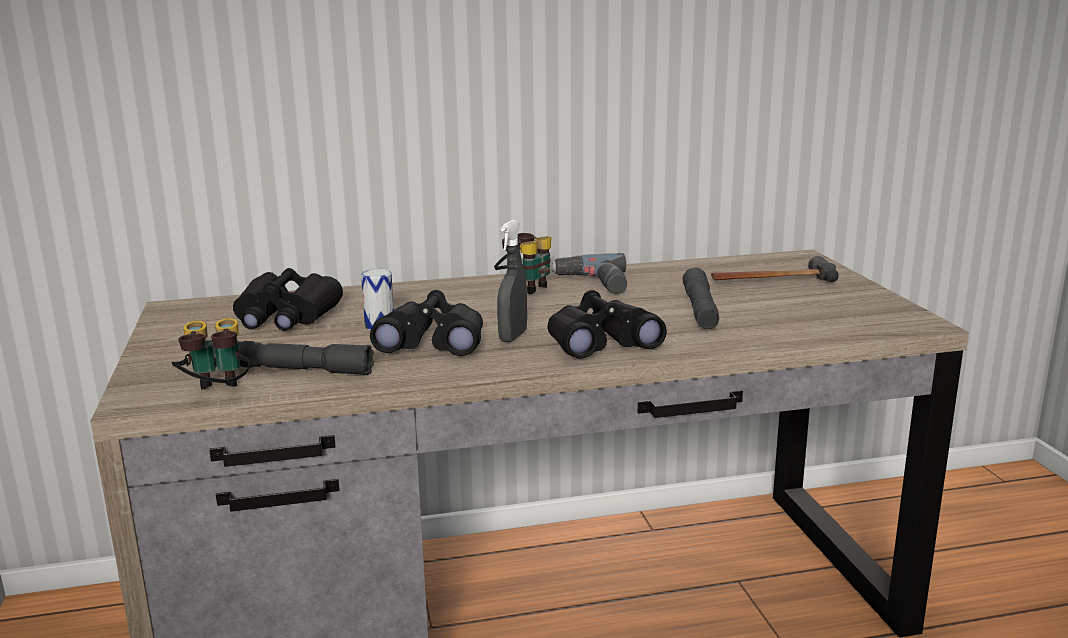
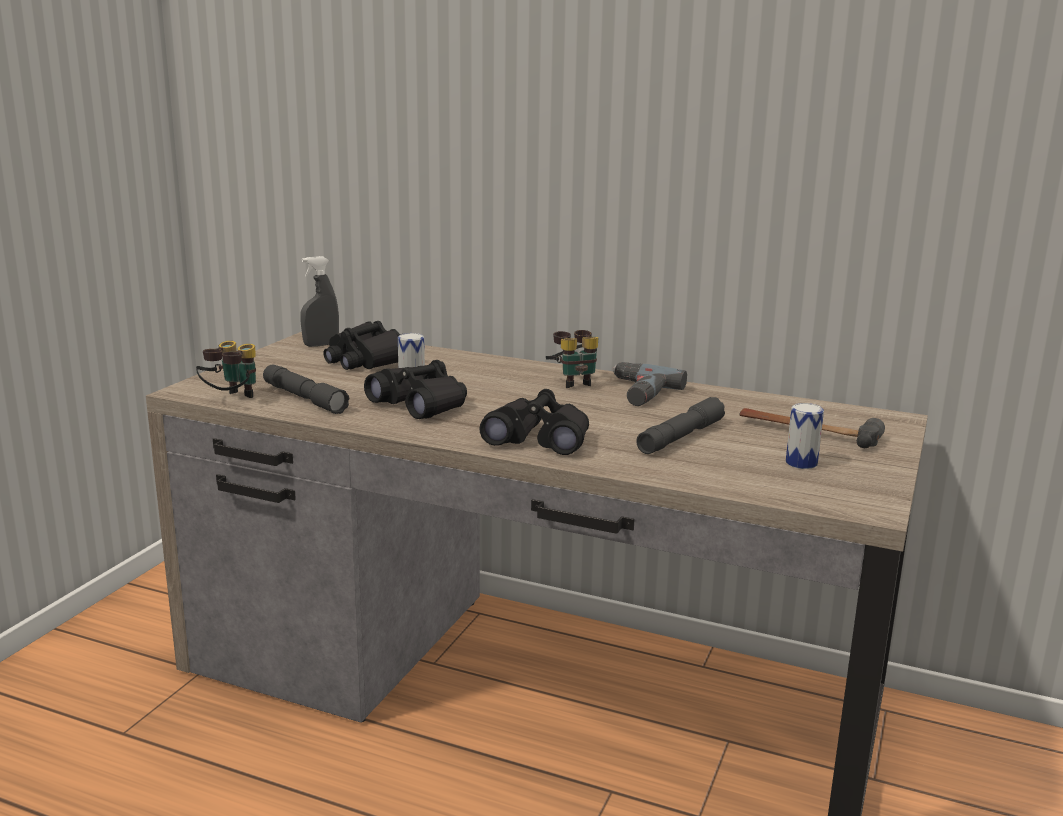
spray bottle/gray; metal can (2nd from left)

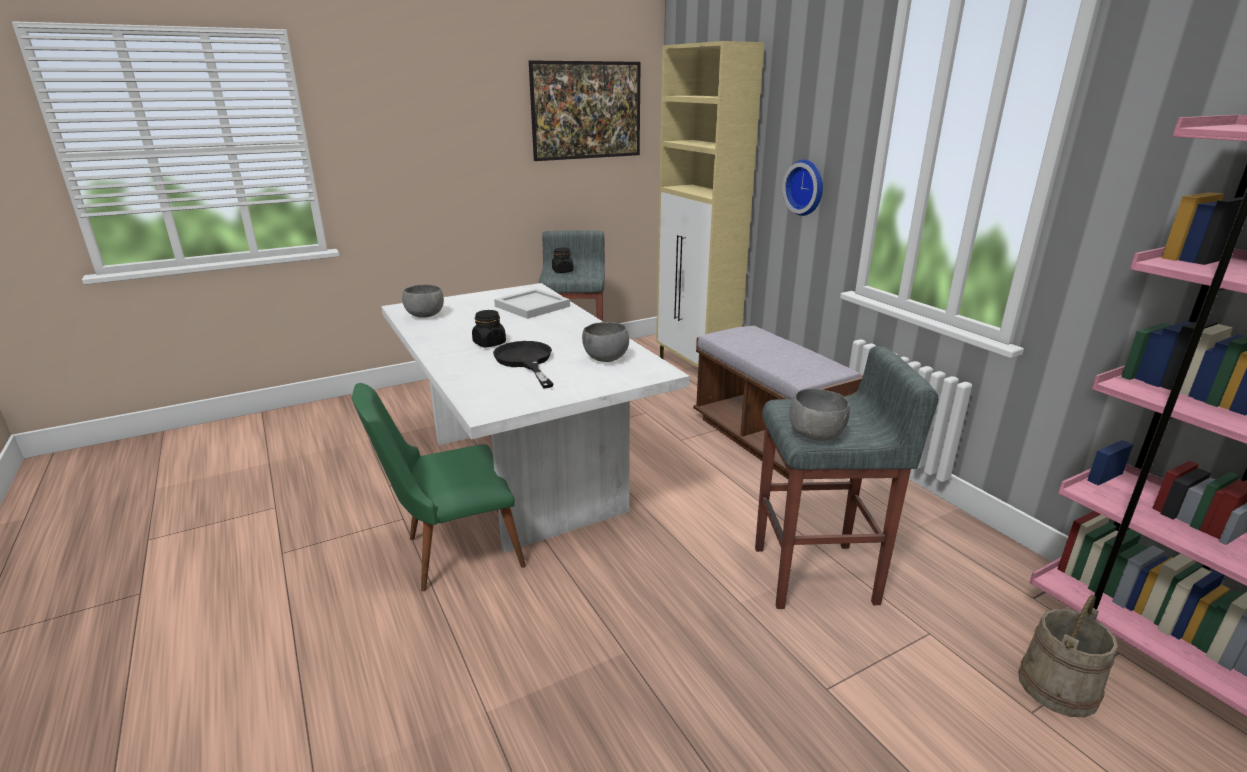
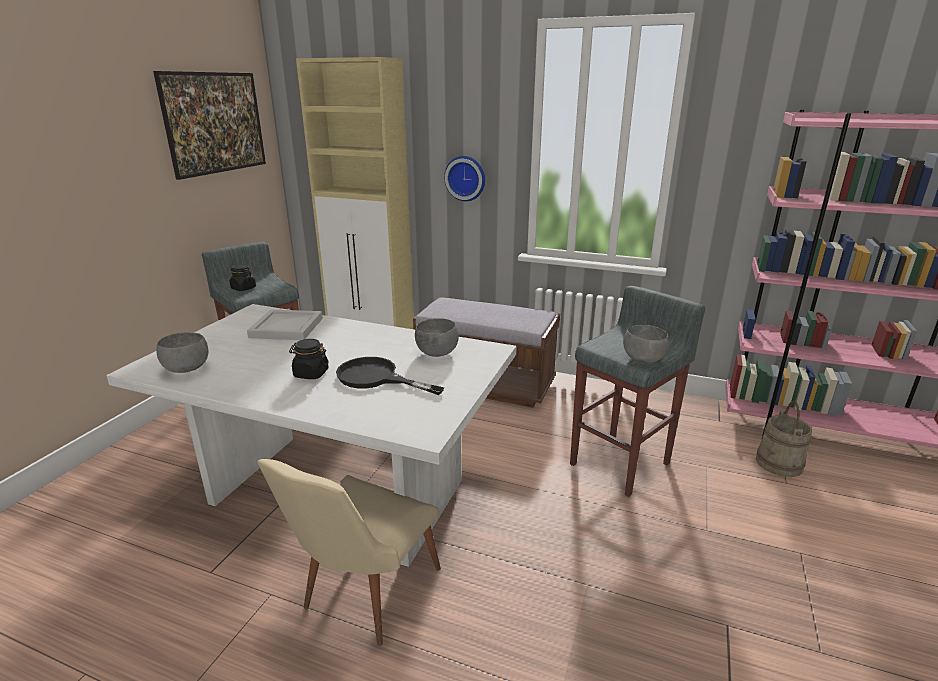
plain chair/beige

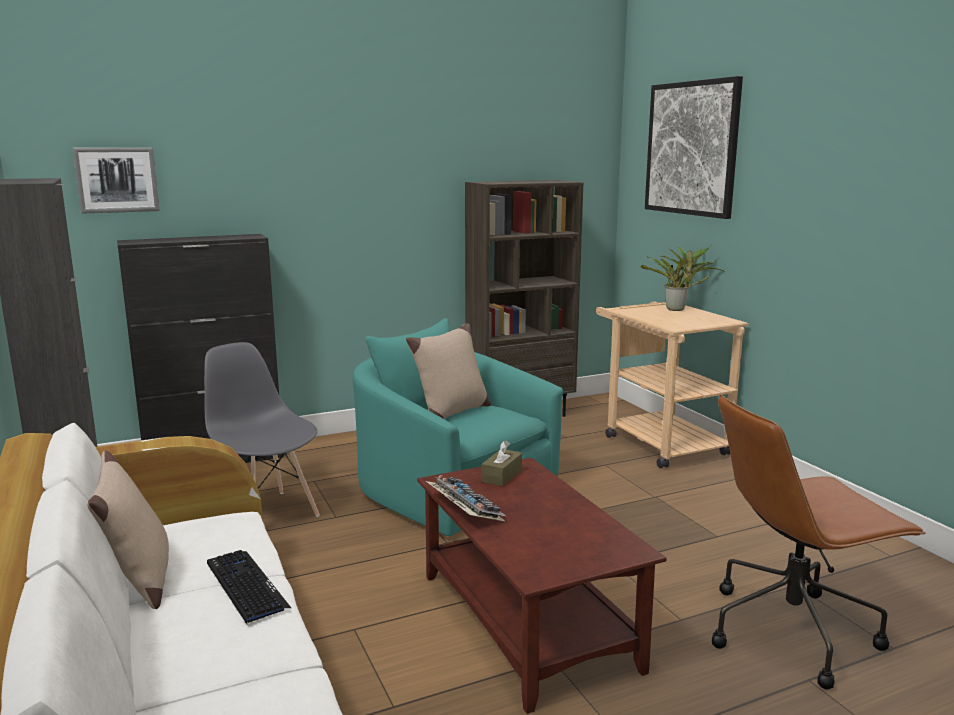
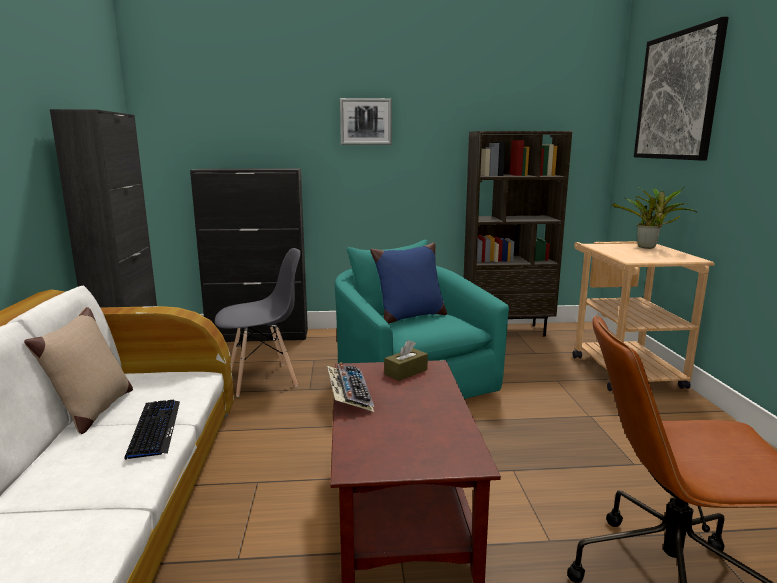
wall picture (1st from left); plain chair/gray; throw pillow/bluish

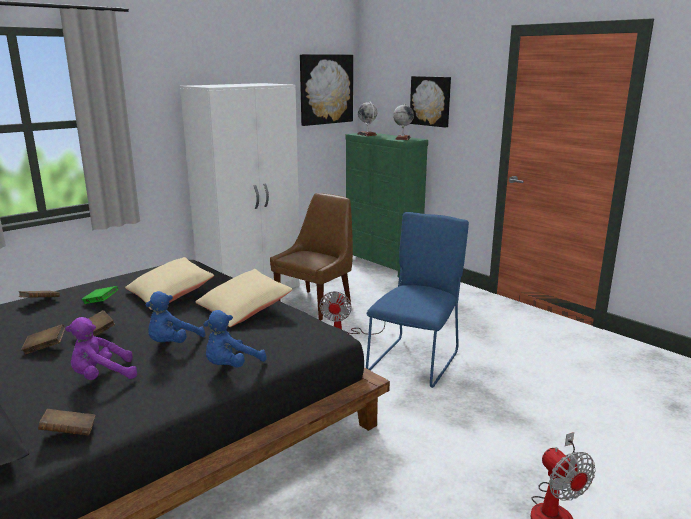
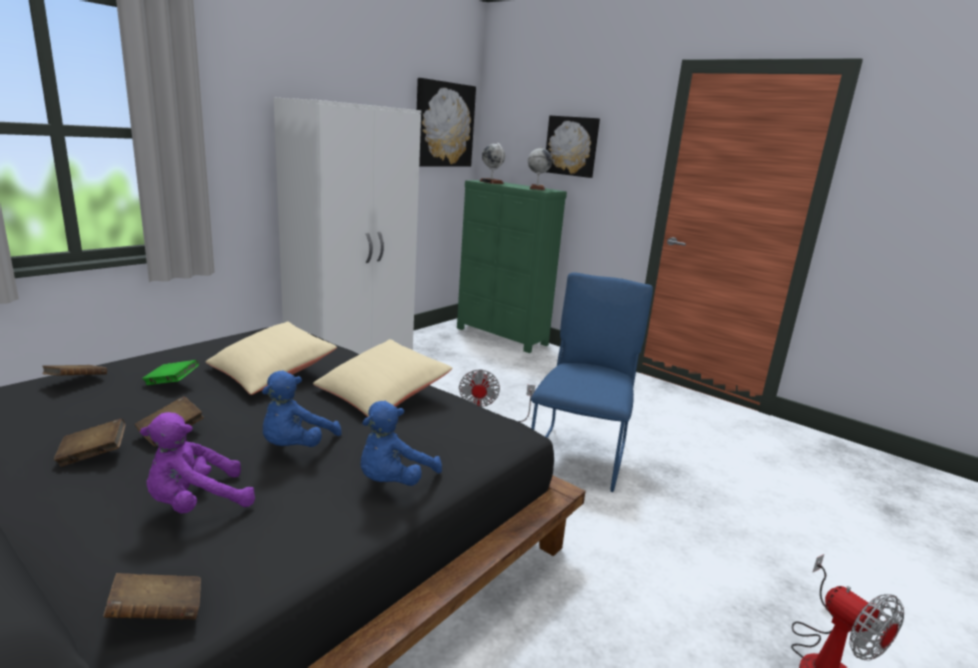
plain chair/brown-coloured

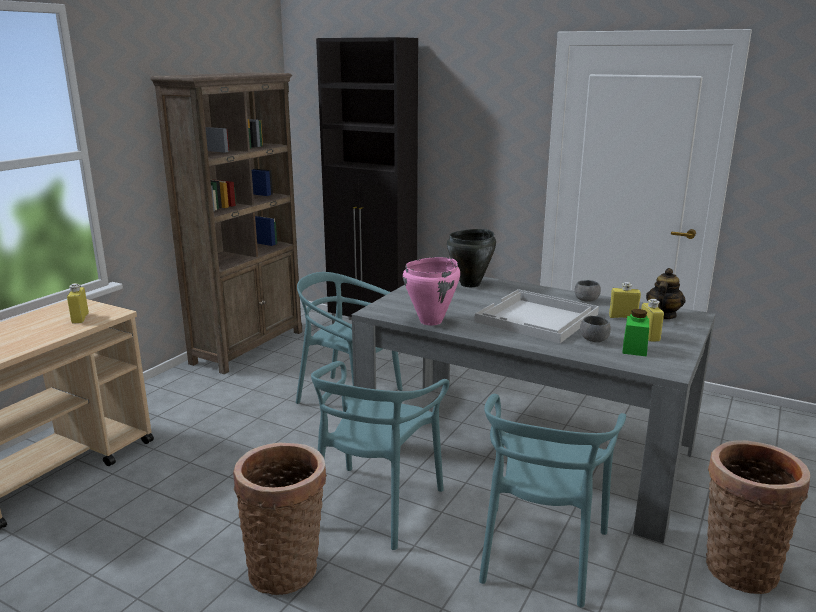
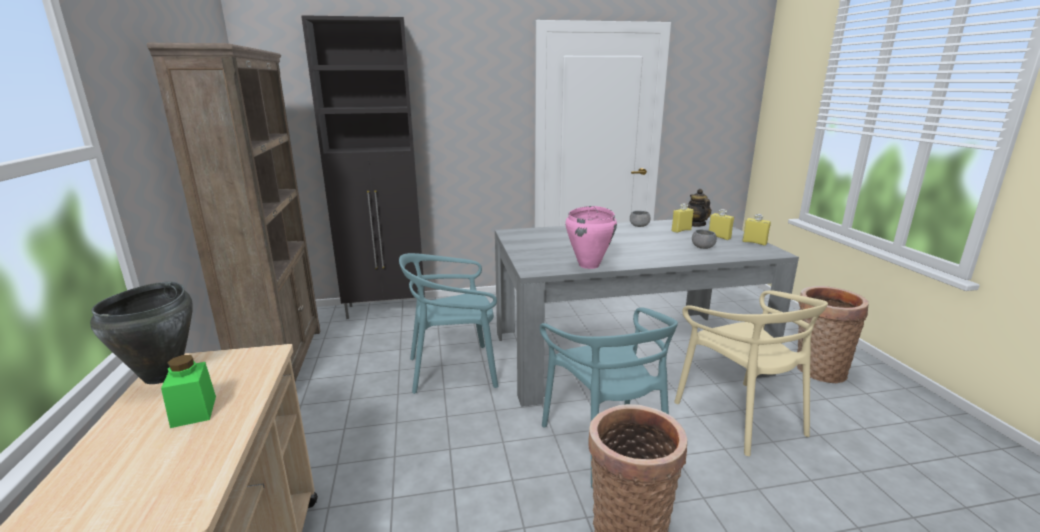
drink bottle/yellow (3rd from left); cooking pot/blackish; tray/white; plain chair/beige; jar/green-coloured

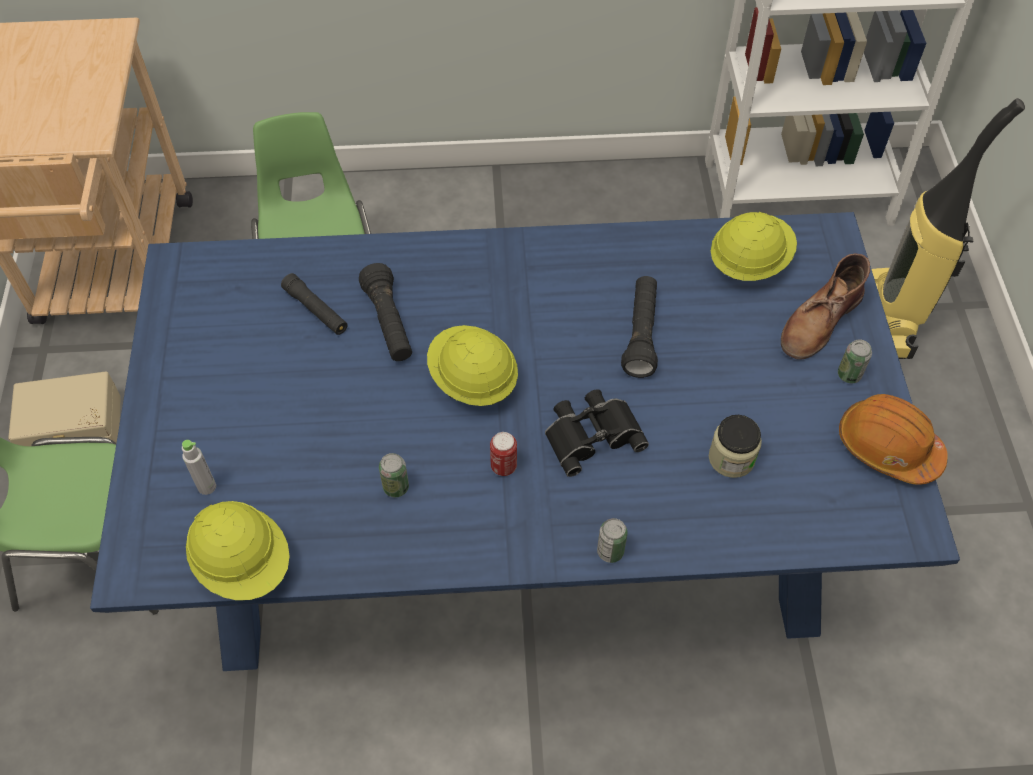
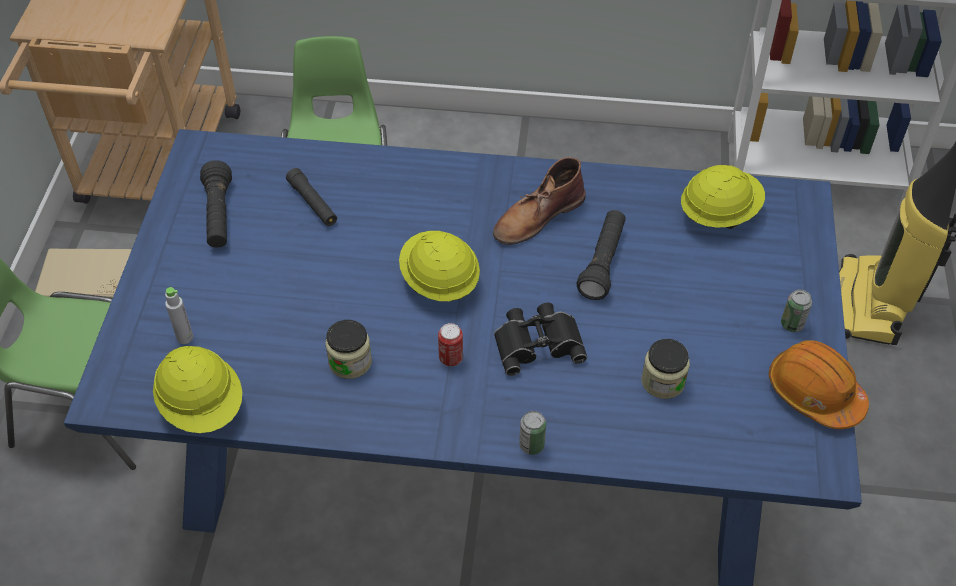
flashlight/blackish (1st from left); jar (1st from left); high-top boot/brown-coloured

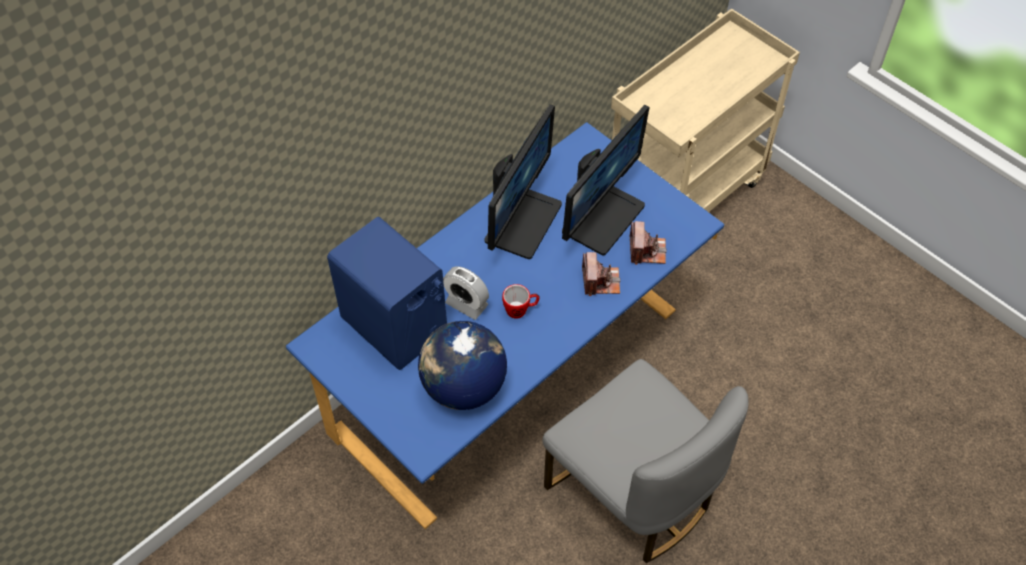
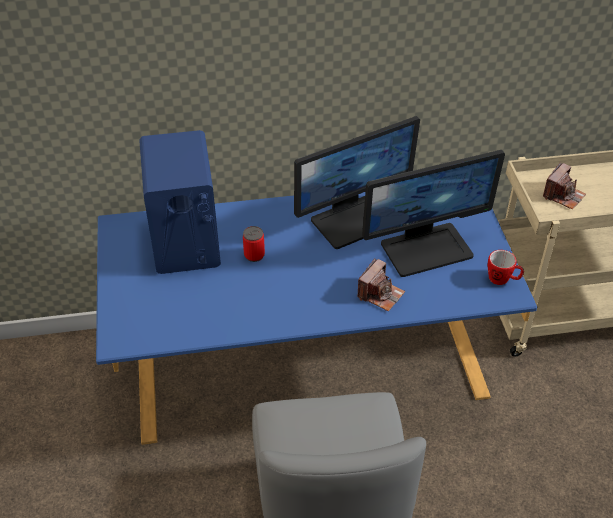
desk globe; metal can; coffee mug; photo camera (2nd from left)

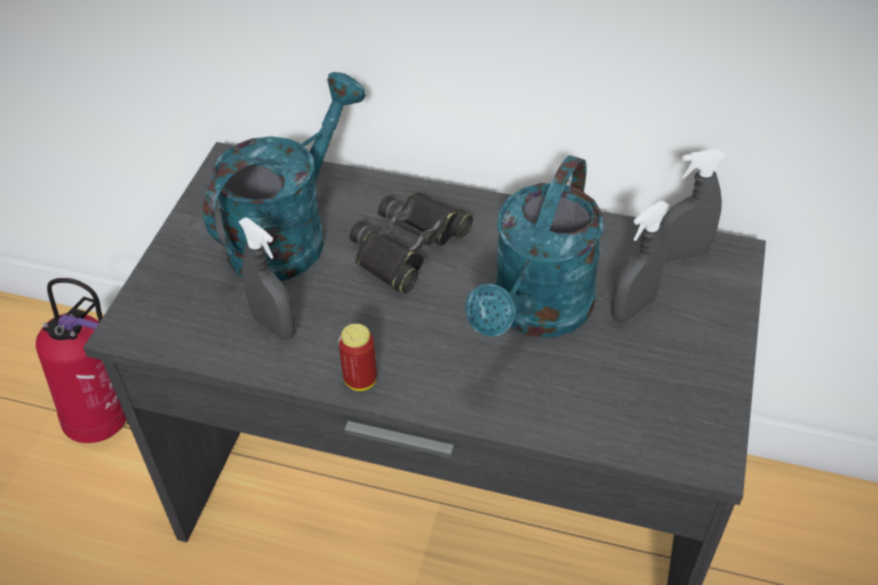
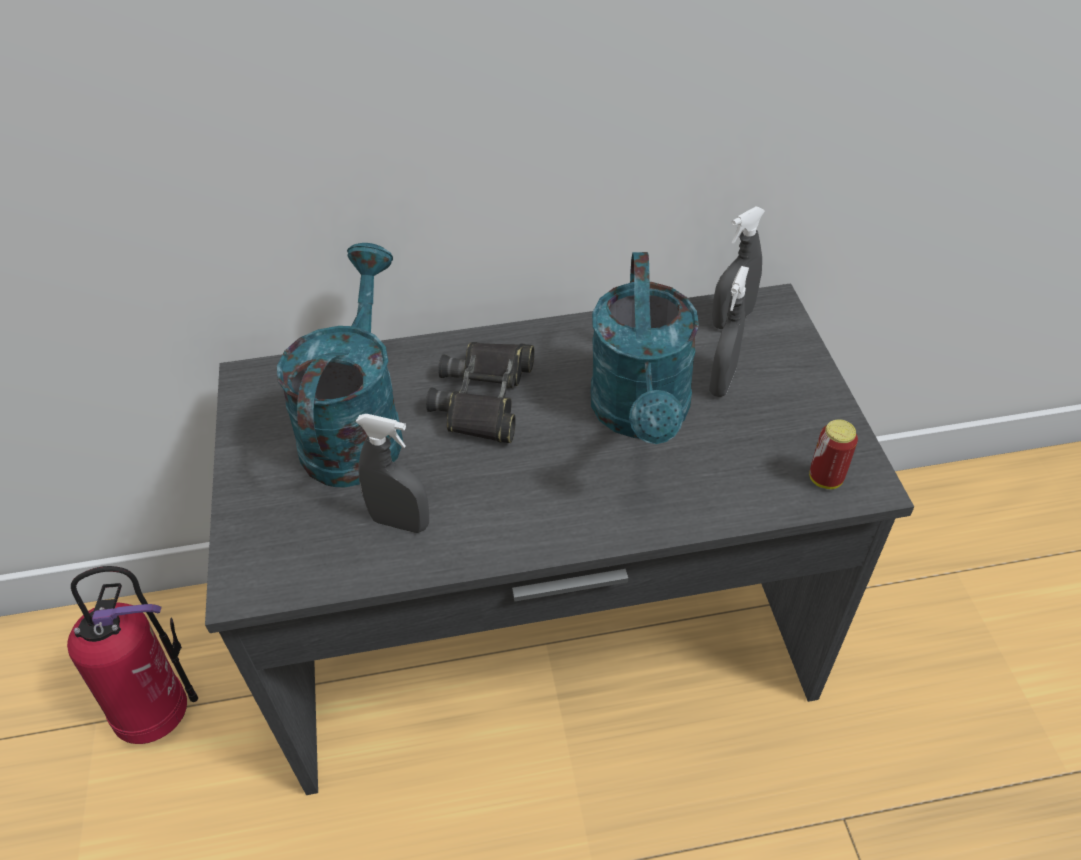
metal can

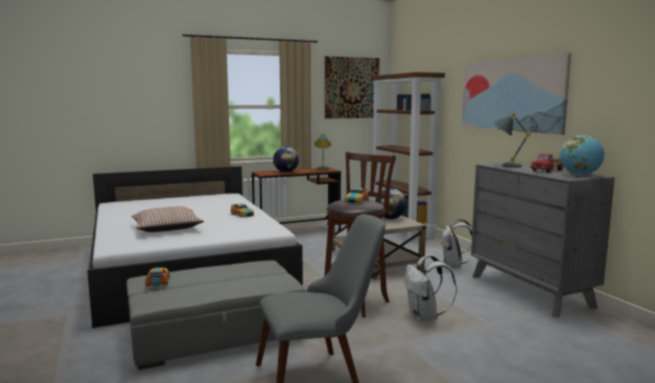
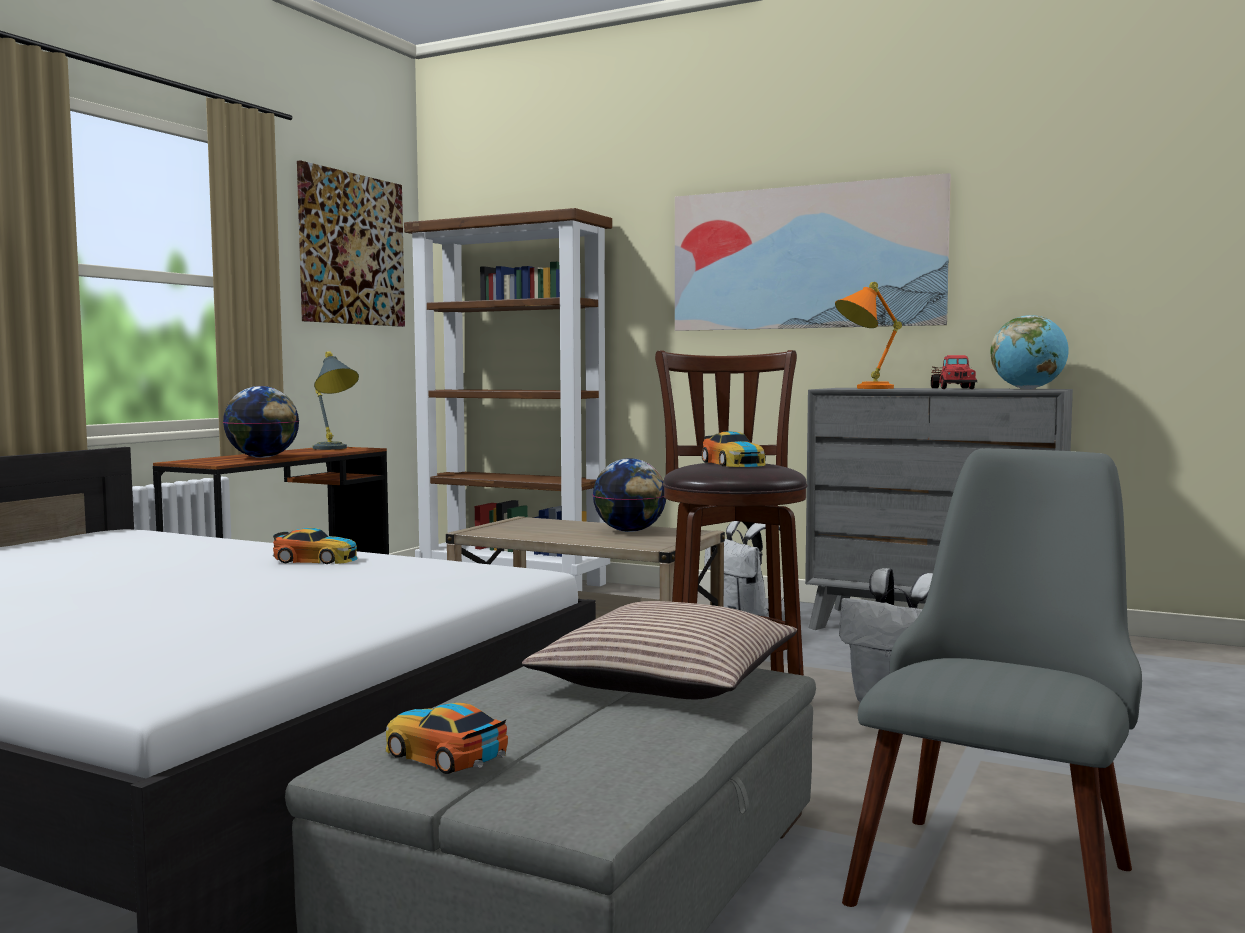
throw pillow; table lamp/orangey

